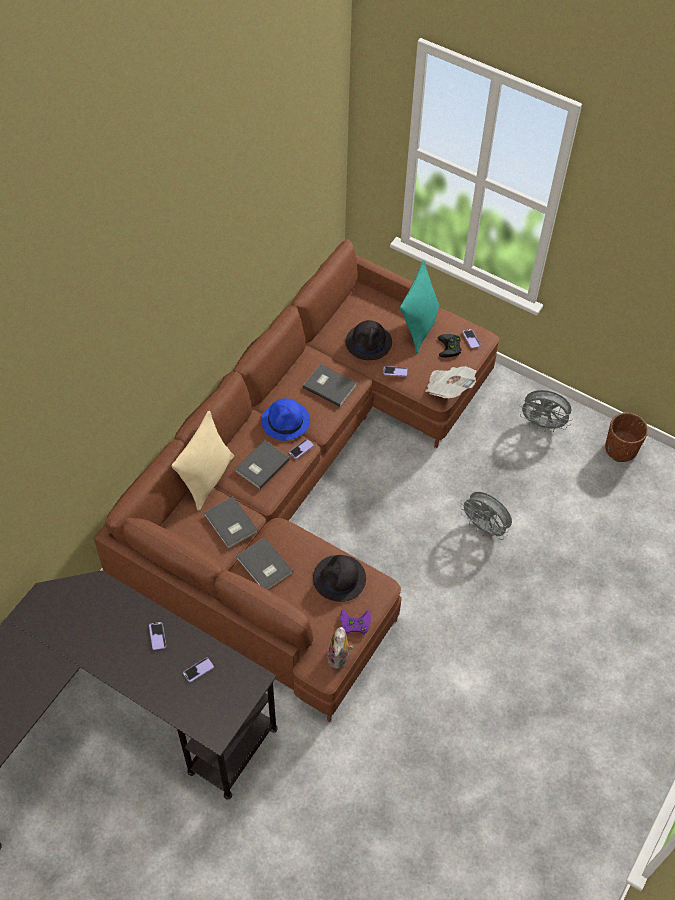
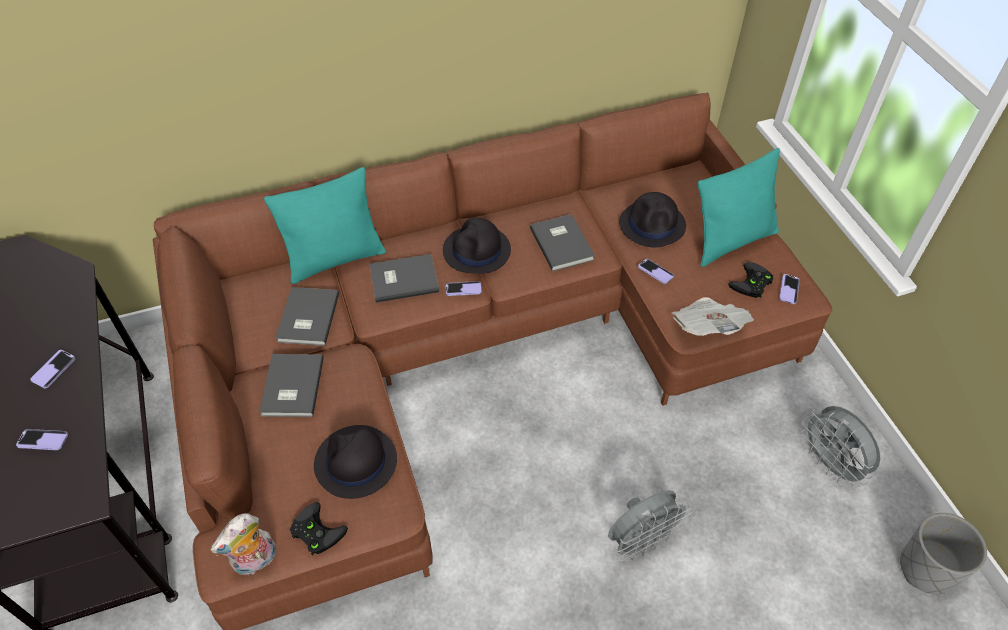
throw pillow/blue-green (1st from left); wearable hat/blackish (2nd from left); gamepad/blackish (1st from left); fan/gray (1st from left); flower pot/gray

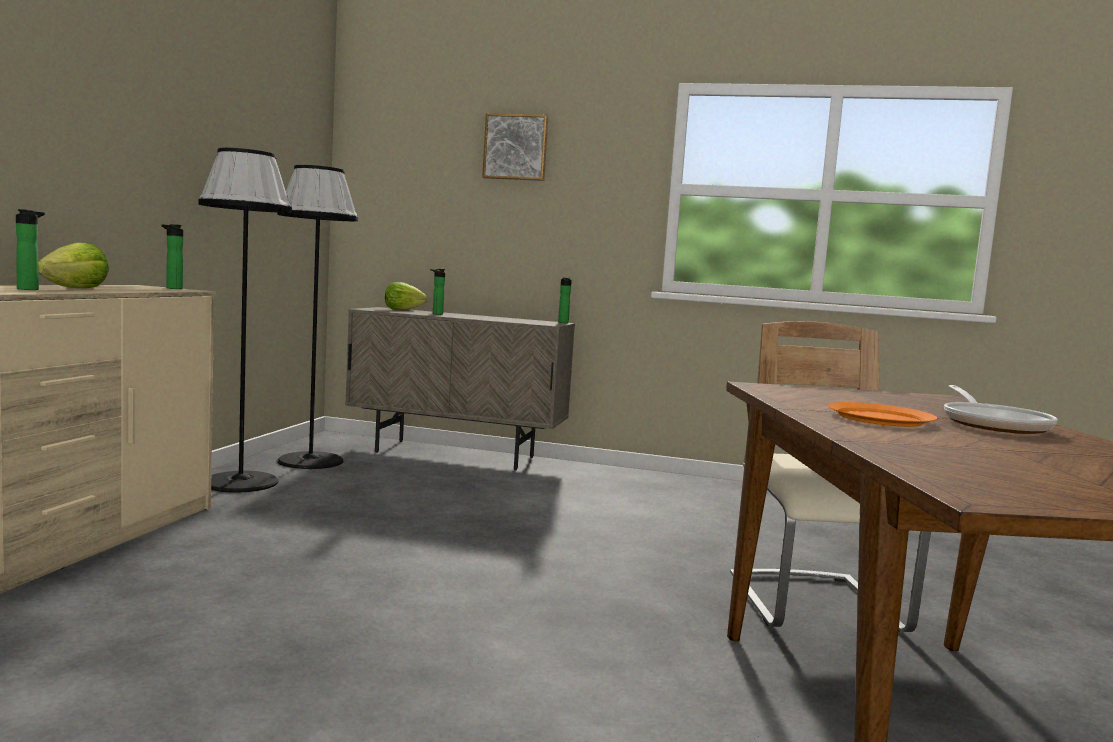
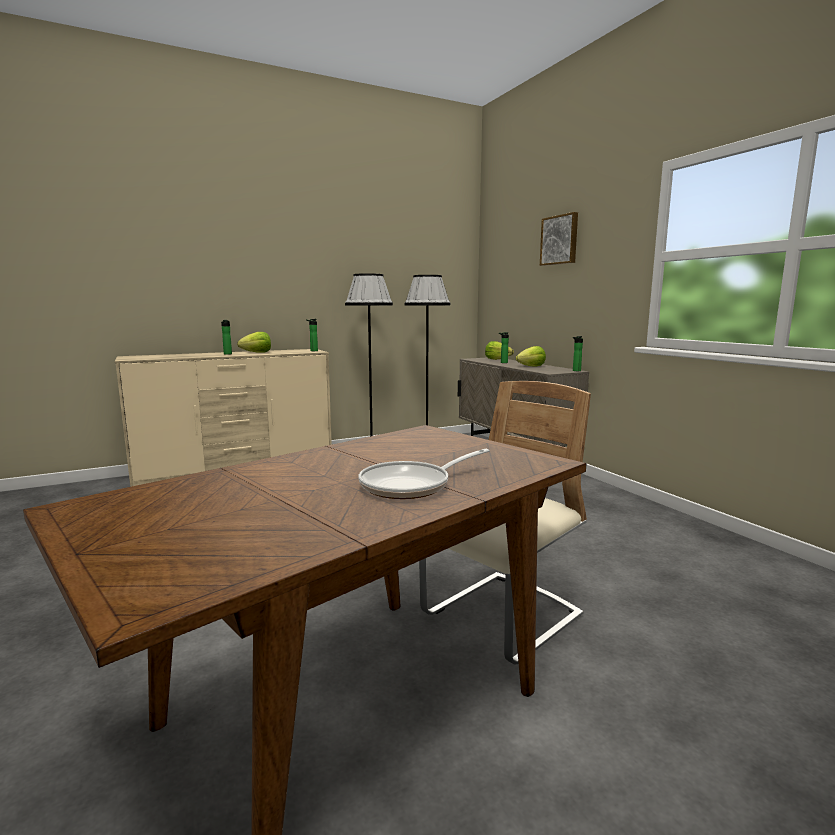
flat dish/orangey; lettuce head (3rd from left)

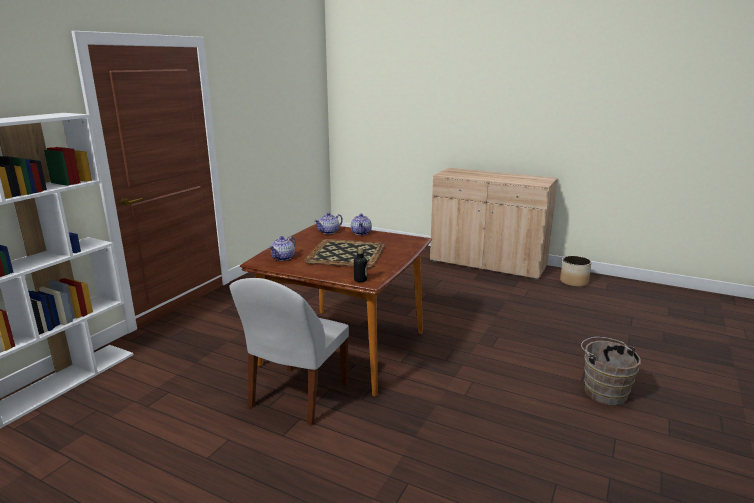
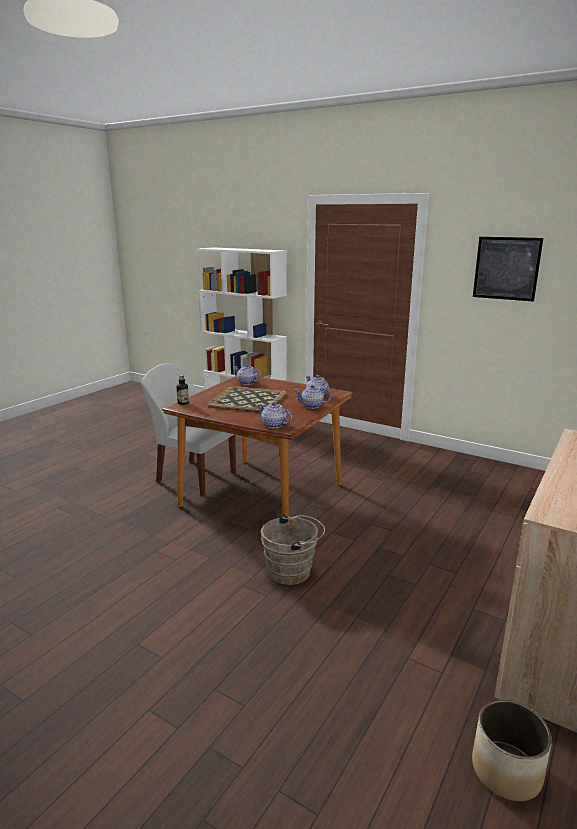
water bucket/brown-coloured; tea pot (2nd from left); wall picture

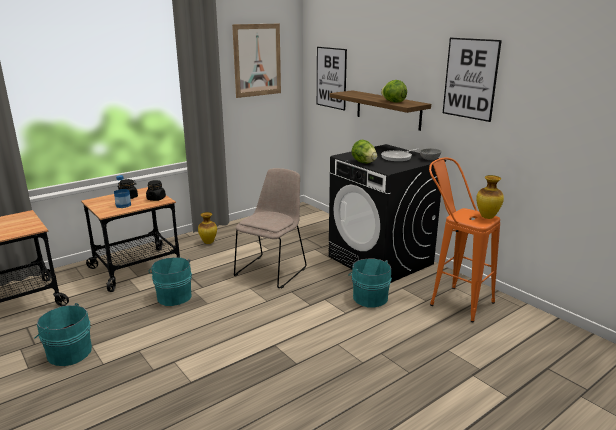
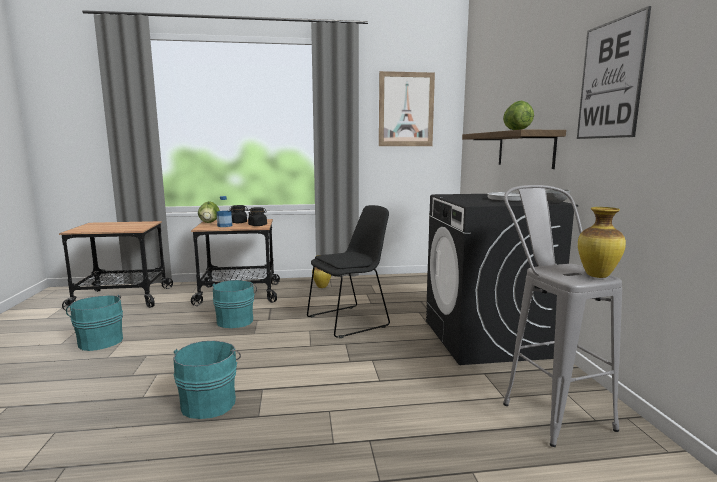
plain chair/blackish; wall picture (2nd from left in the first image); water bucket/blue-green (2nd from left); lettuce head (1st from left); sitting stool/gray

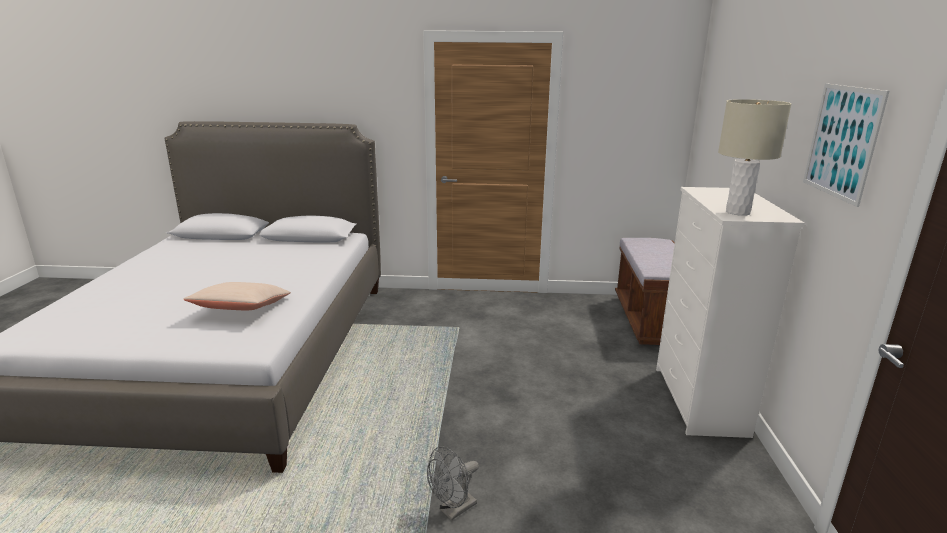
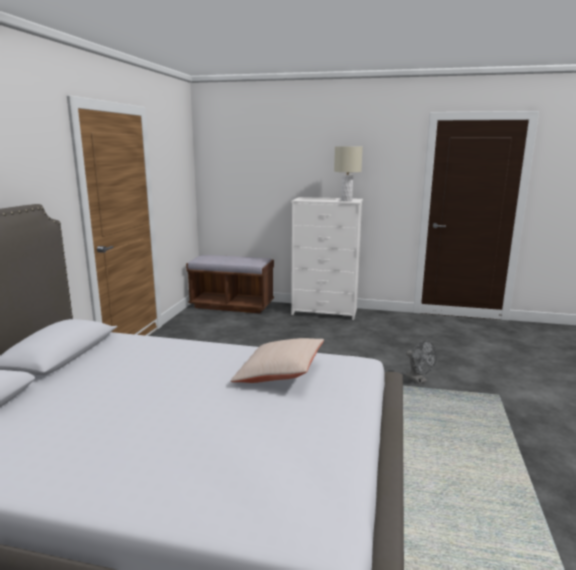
wall picture

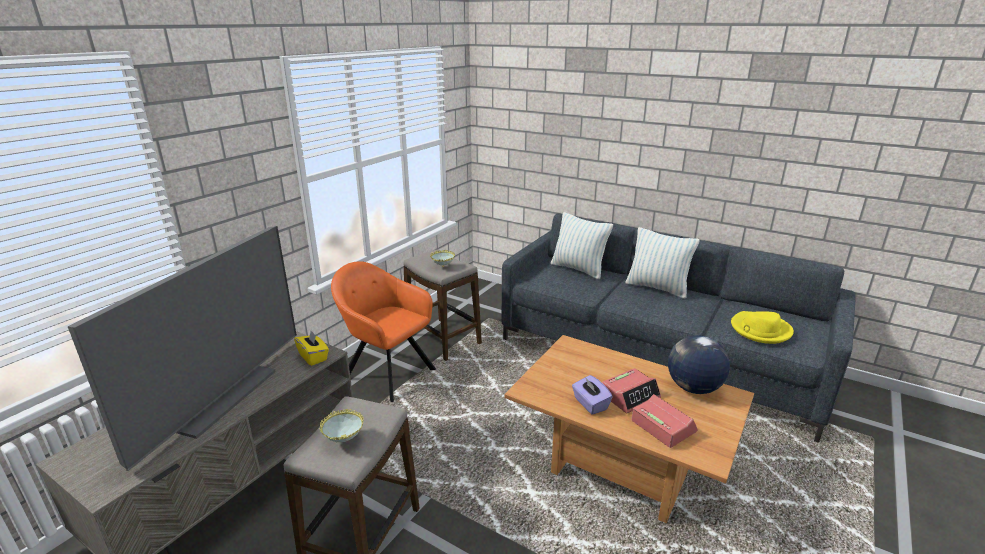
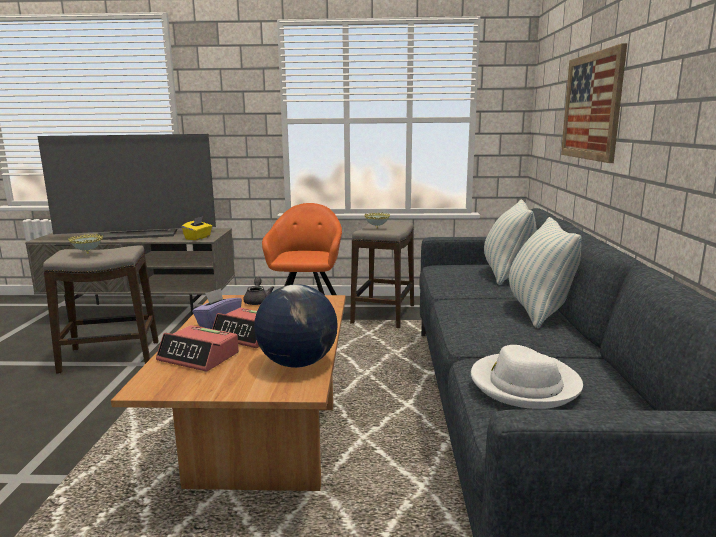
alarm clock (1st from left); wearable hat/white; tea pot/gray; wall picture

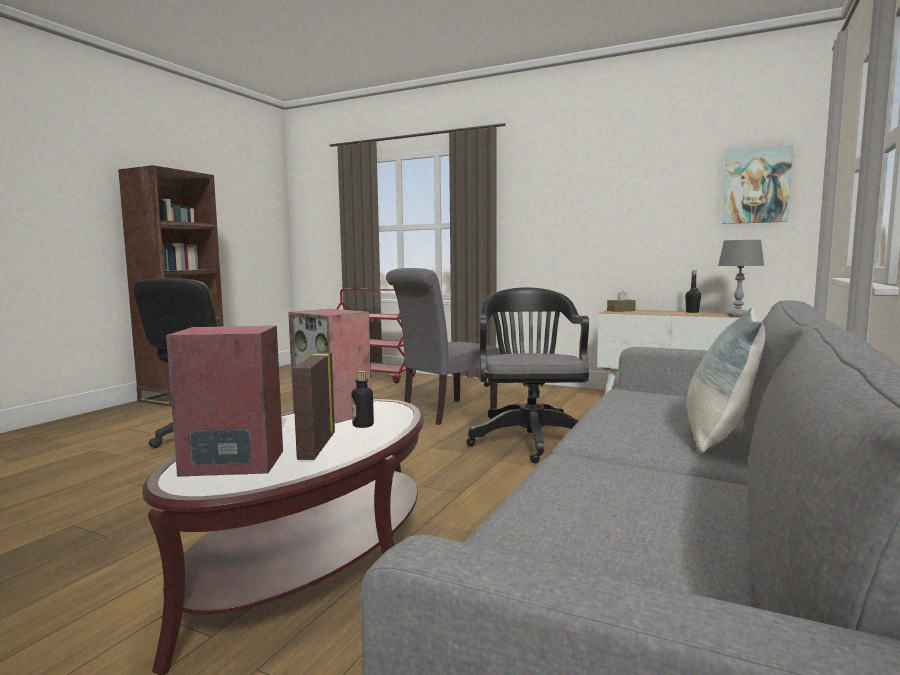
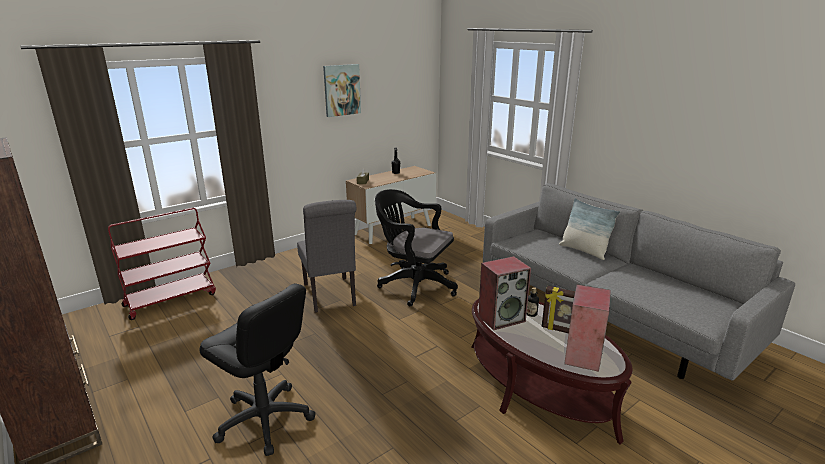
table lamp/gray; wall picture

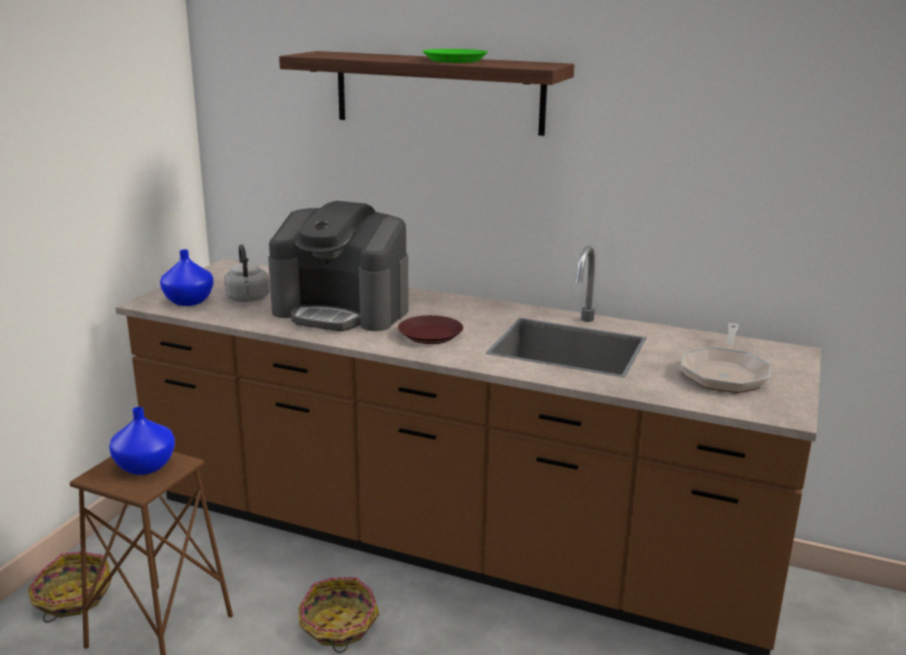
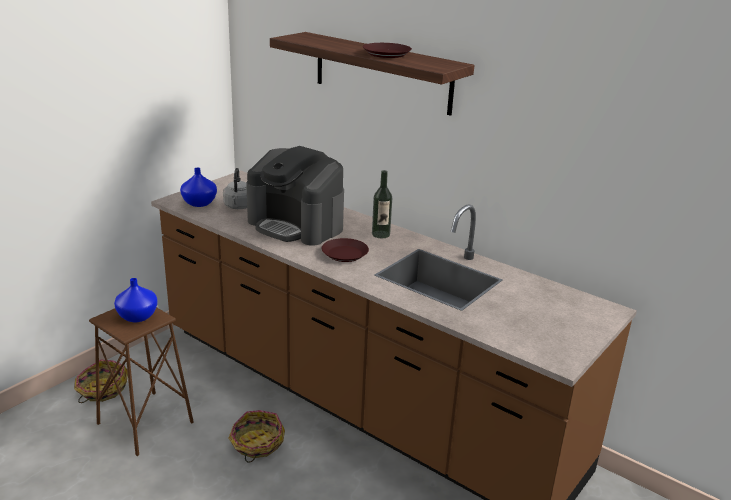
flat dish/brown-coloured (2nd from left); pan; drink bottle

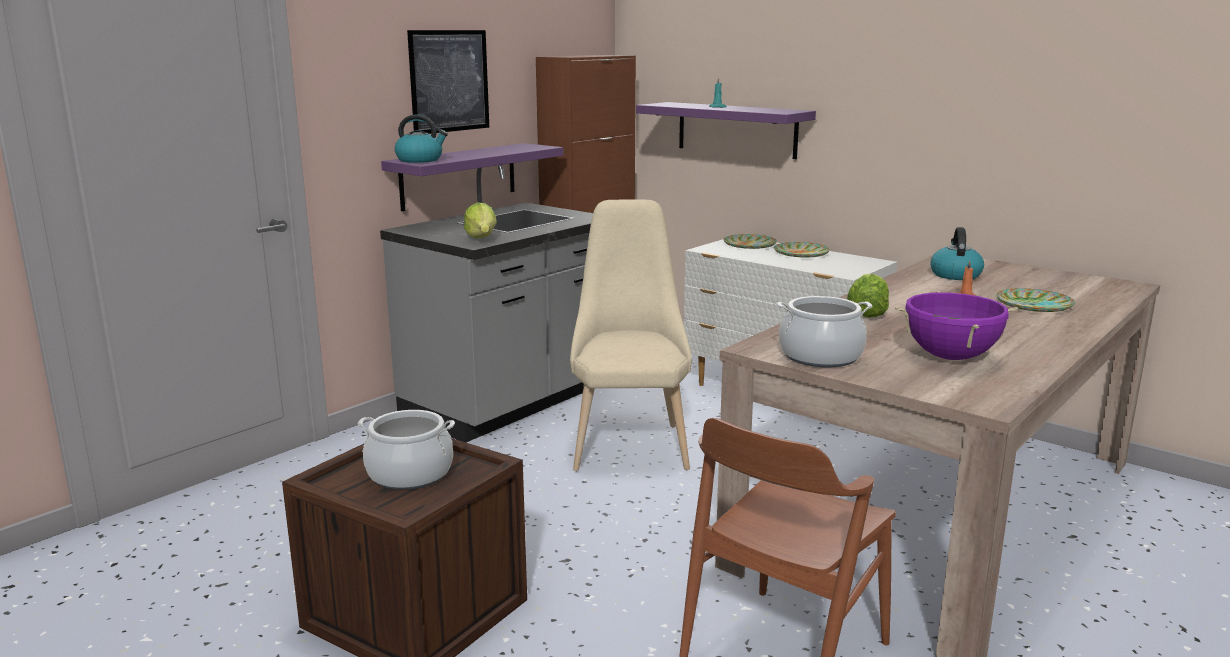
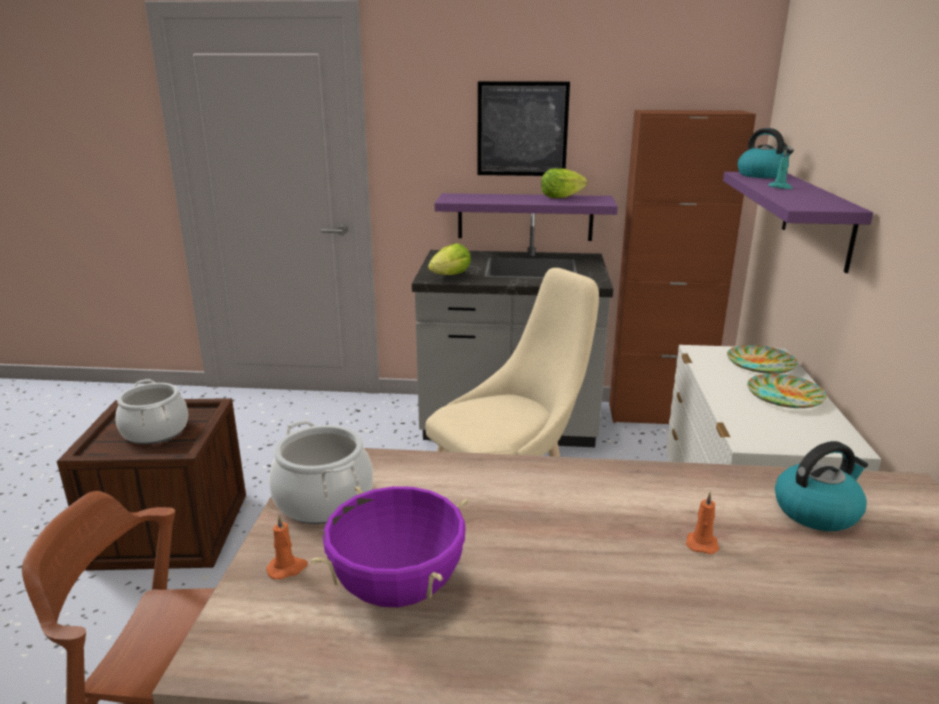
tea kettle (1st from left); lettuce head (2nd from left); flat dish (3rd from left in the first image); wax candle/orangey (1st from left)

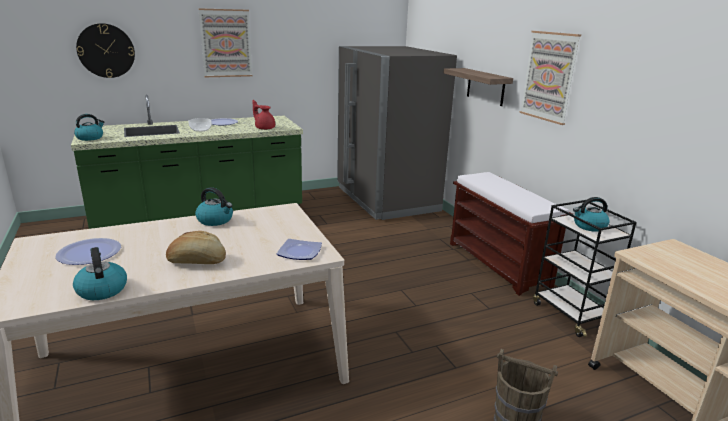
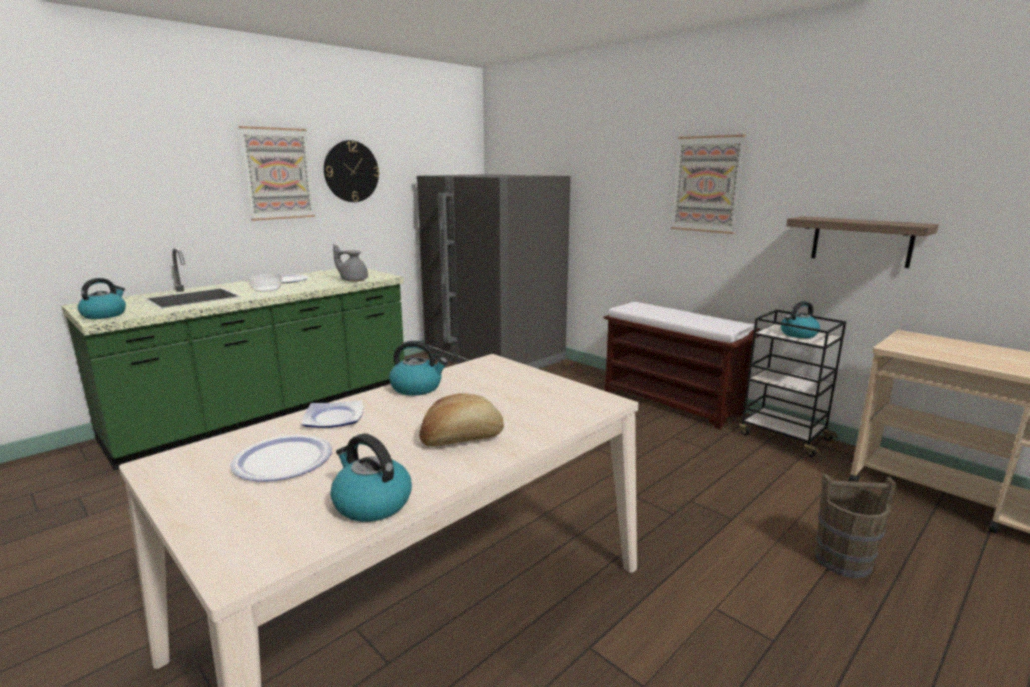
clock on the wall; tea pot/gray; flat dish (3rd from left); wall shelf

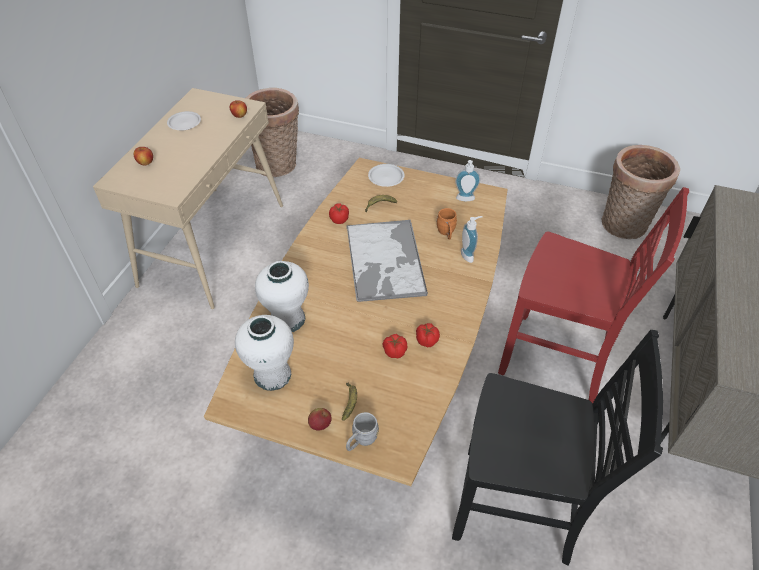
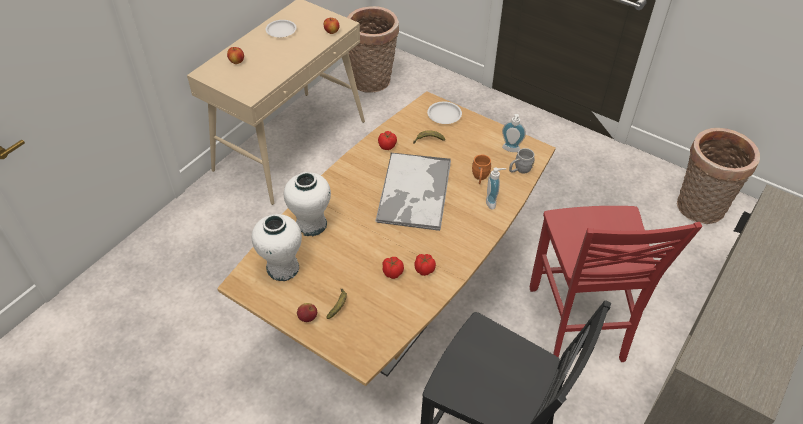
coffee mug/gray; plain chair/red-coloured

